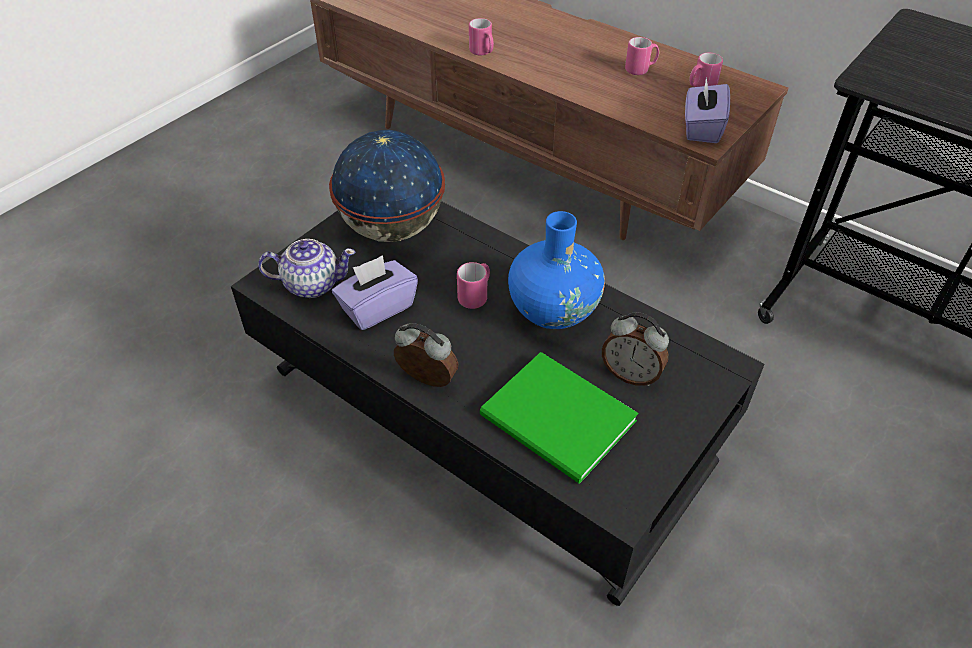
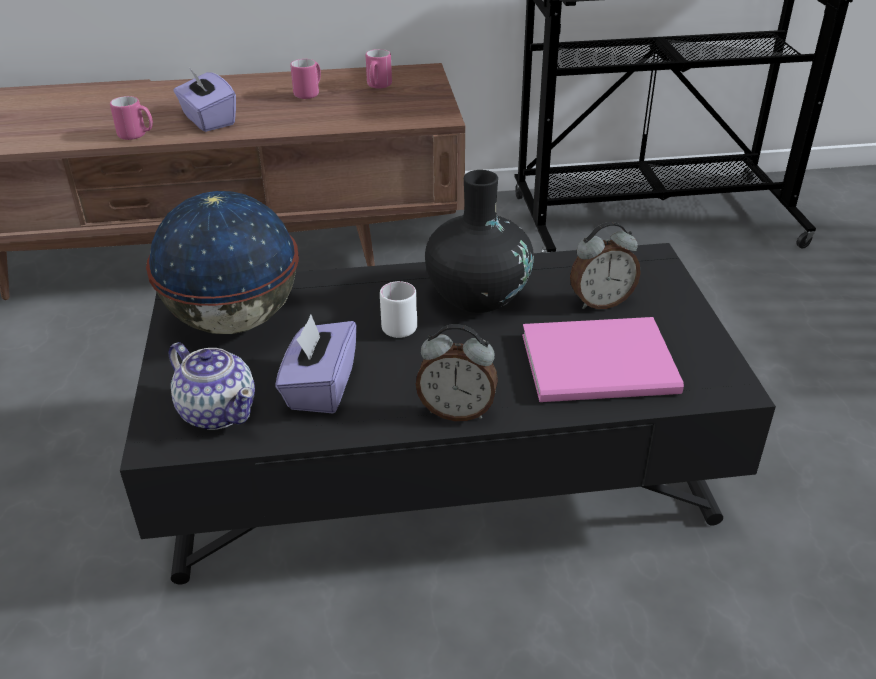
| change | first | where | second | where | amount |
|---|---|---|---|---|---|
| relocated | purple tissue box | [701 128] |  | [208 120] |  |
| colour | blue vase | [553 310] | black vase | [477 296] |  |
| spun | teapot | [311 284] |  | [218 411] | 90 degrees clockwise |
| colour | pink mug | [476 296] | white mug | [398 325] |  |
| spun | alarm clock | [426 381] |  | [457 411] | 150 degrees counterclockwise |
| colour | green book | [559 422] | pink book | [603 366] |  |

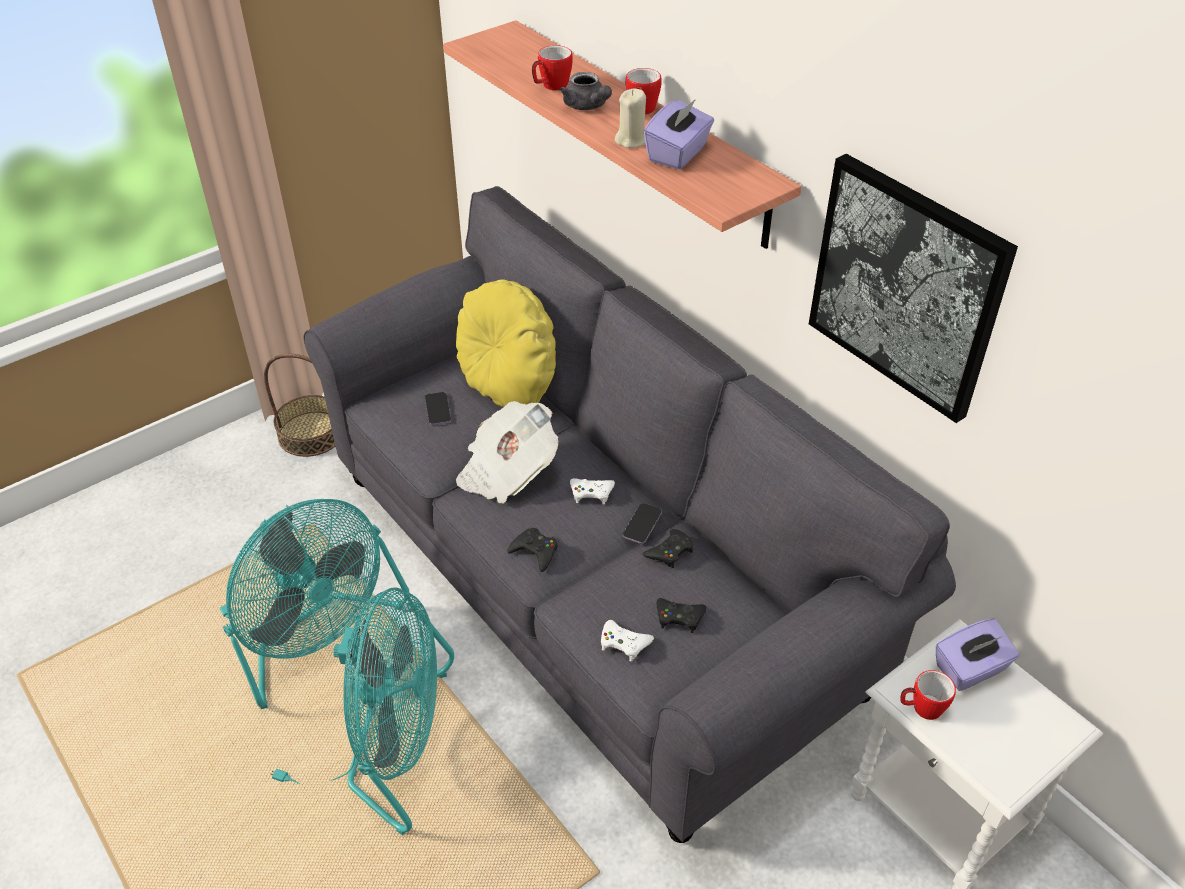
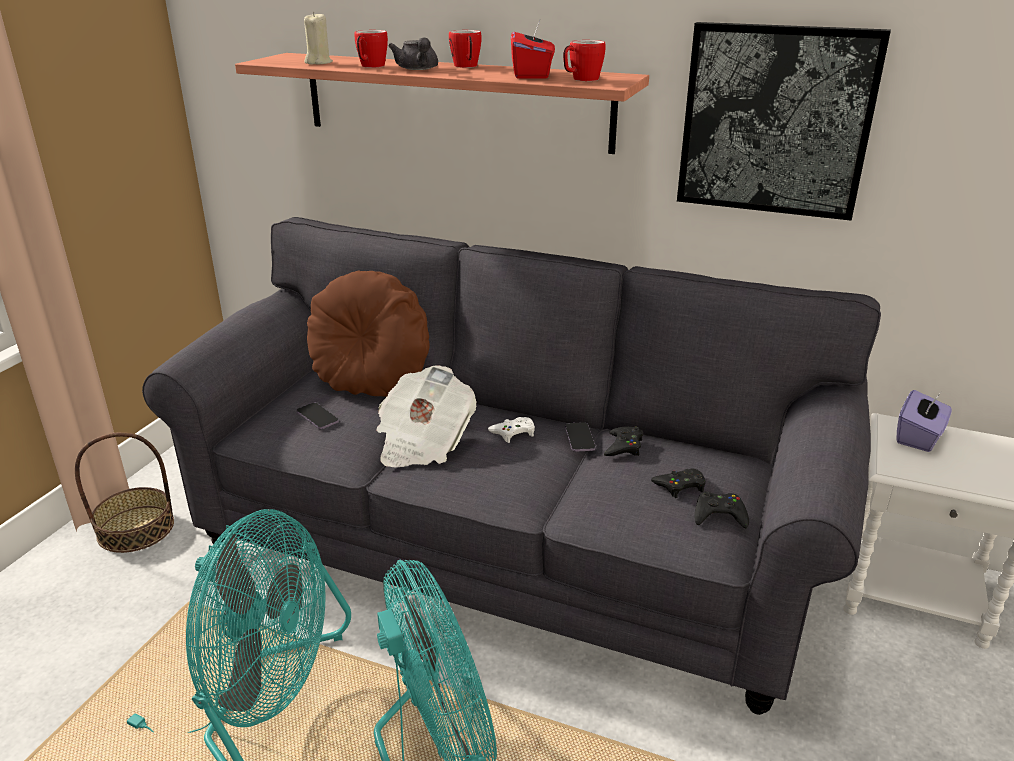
| change | first | where | second | where | amount |
|---|---|---|---|---|---|
| spun | grey teapot | [587 106] |  | [418 69] | 45 degrees clockwise |
| relocated | beige candle | [631 140] |  | [318 63] |  |
| colour | purple tissue box | [678 154] | red tissue box | [532 75] |  |
| colour | yellow pillow | [508 389] | brown pillow | [372 386] |  |
| relocated | black game controller | [535 552] |  | [719 515] |  |
| missing | white game controller | [624 643] |  |  |  |
| relocated | mug | [921 708] |  | [581 80] |  |

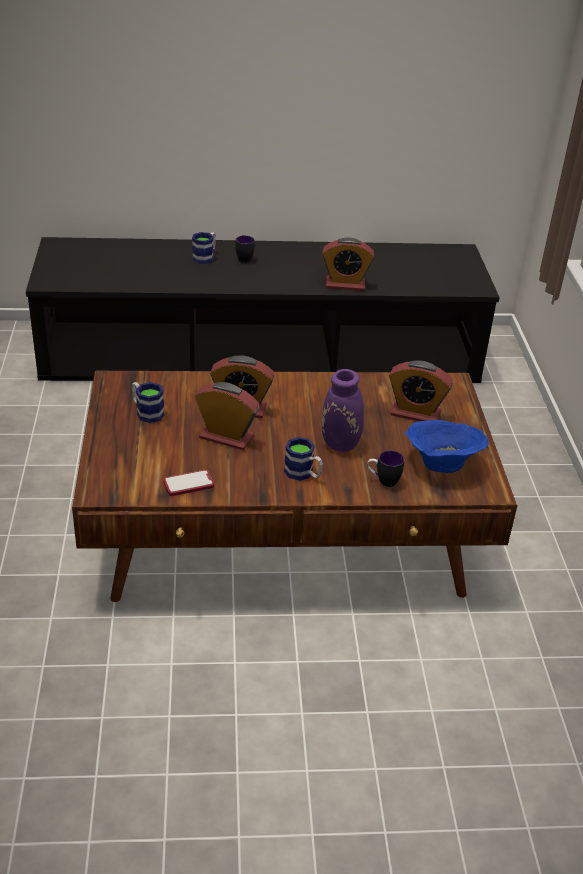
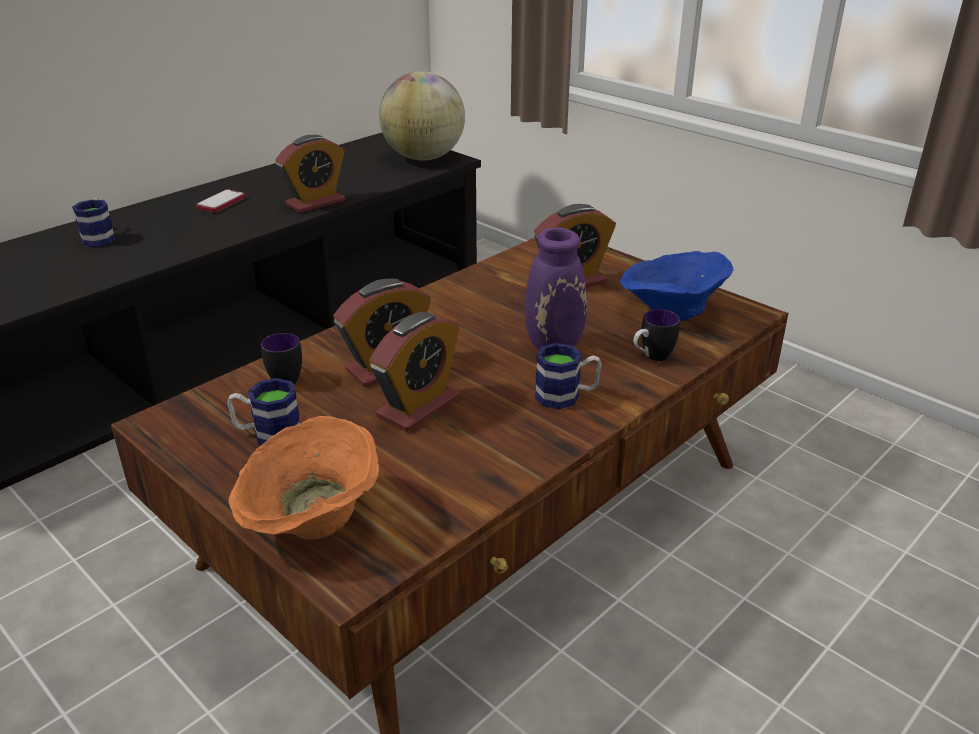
| change | first | where | second | where | amount |
|---|---|---|---|---|---|
| relocated | mug | [245 258] |  | [282 377] |  |
| spun | alarm clock | [226 437] |  | [418 407] | 150 degrees clockwise |
| relocated | phone | [188 484] |  | [221 203] |  |
| appeared |  |  | globe | [423 158] |  |
| appeared |  |  | orange bowl | [311 521] |  |

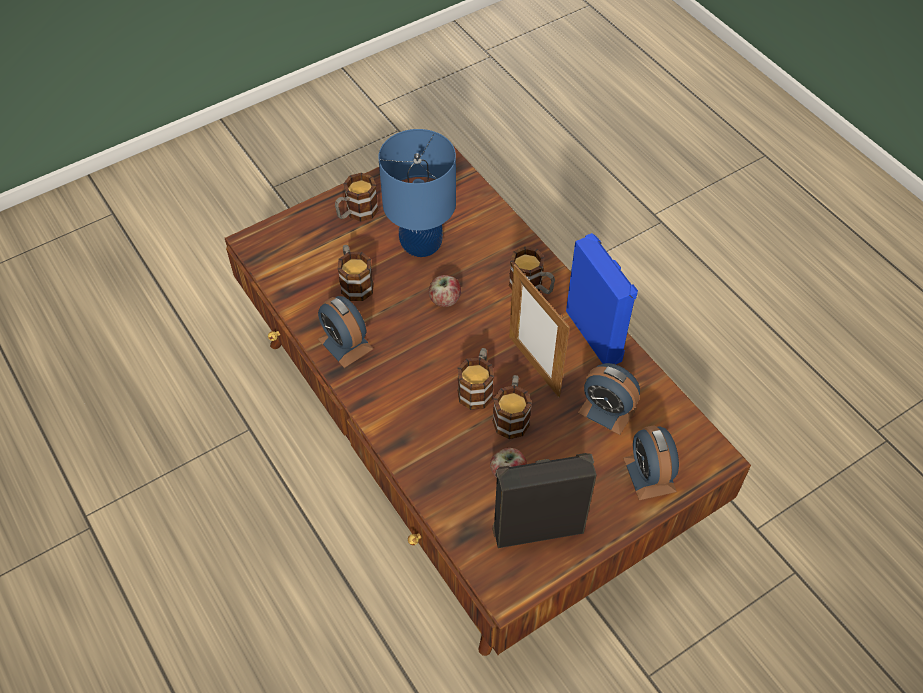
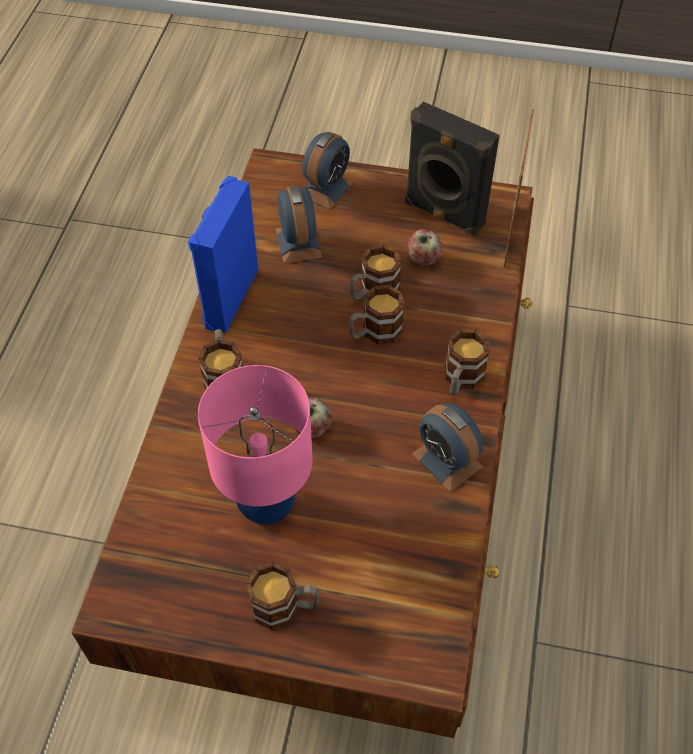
| change | first | where | second | where | amount |
|---|---|---|---|---|---|
| colour | blue table lamp | [421 247] | pink table lamp | [269 502] |  |
| relocated | mug | [355 282] |  | [461 380] |  |
| relocated | picture frame | [534 366] |  | [509 234] |  |
| spun | alarm clock | [345 344] |  | [447 460] | 135 degrees clockwise |

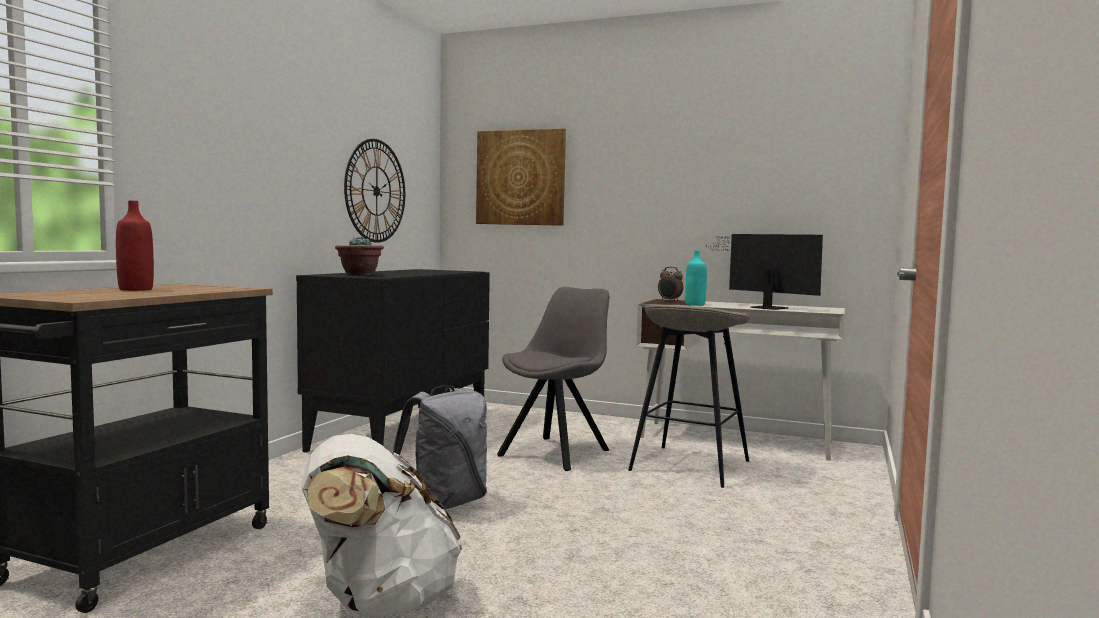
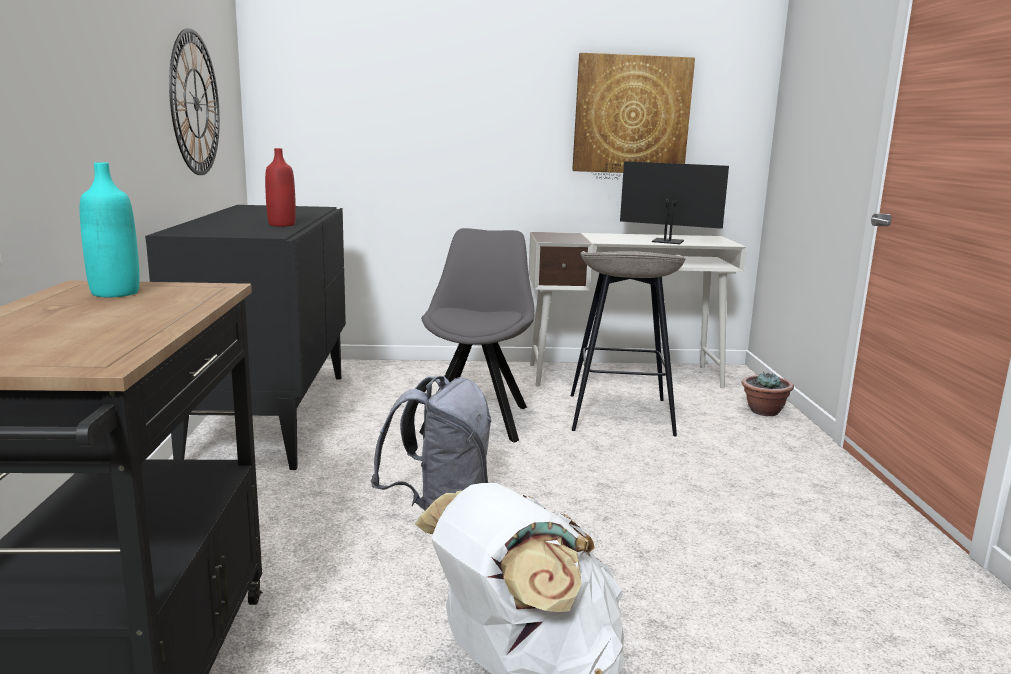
| change | first | where | second | where | amount |
|---|---|---|---|---|---|
| relocated | picture | [521 178] |  | [631 115] |  |
| relocated | red bottle | [136 289] |  | [281 225] |  |
| relocated | potted plant | [359 275] |  | [763 411] |  |
| relocated | turquoise bottle | [695 305] |  | [115 293] |  |
| missing | alarm clock | [669 300] |  |  |  |

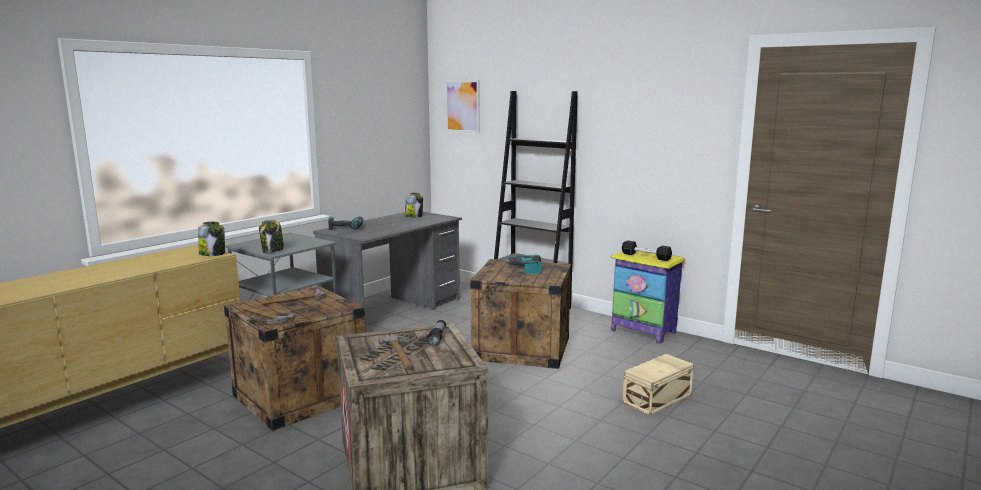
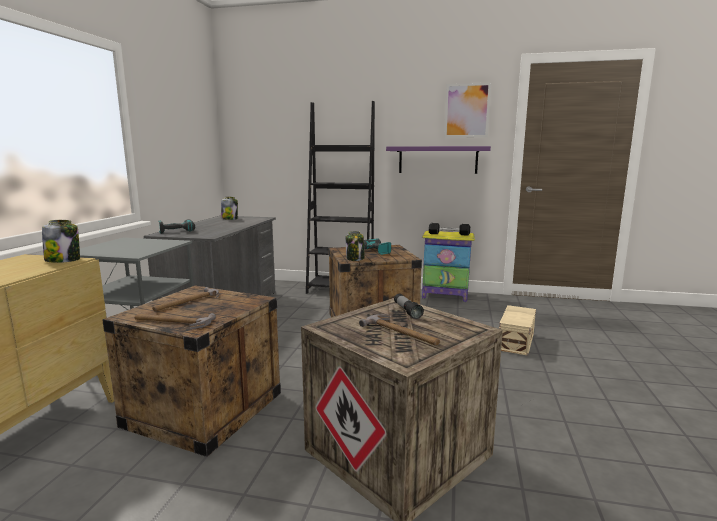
| change | first | where | second | where | amount |
|---|---|---|---|---|---|
| relocated | picture | [462 106] |  | [467 110] |  |
| relocated | jar | [273 250] |  | [355 259] |  |
| appeared |  |  | purple shelf | [438 160] |  |

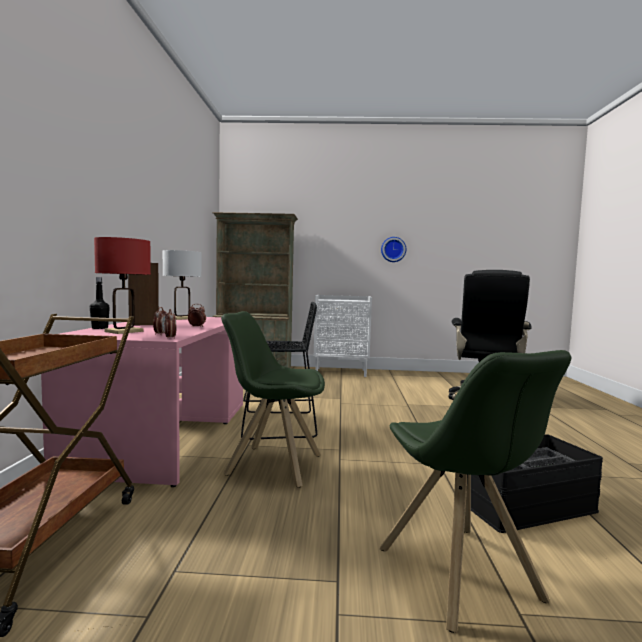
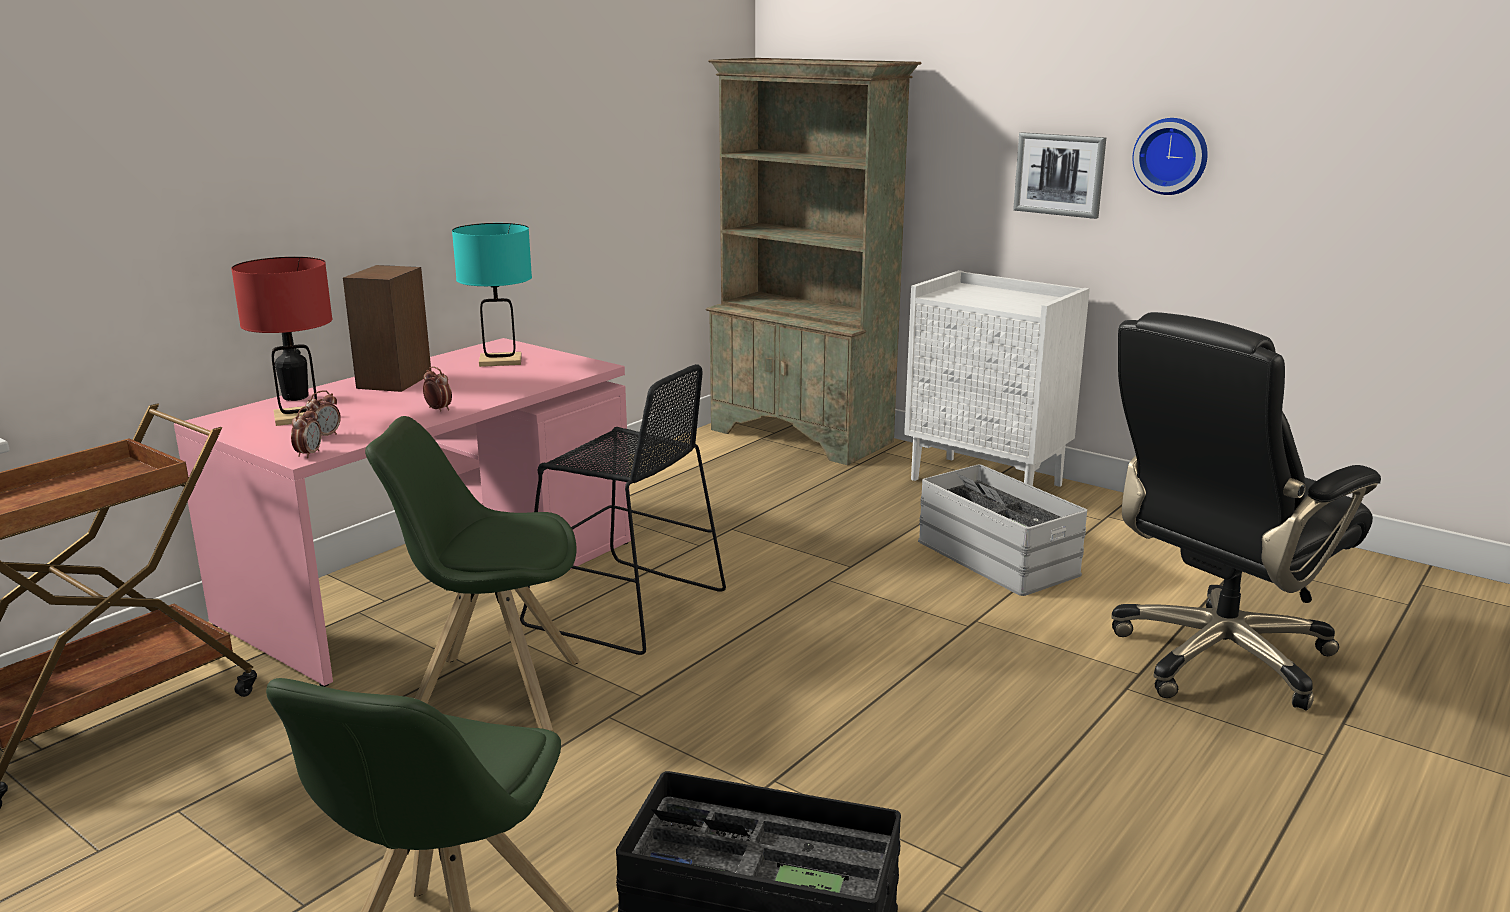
| change | first | where | second | where | amount |
|---|---|---|---|---|---|
| colour | white table lamp | [182 318] | turquoise table lamp | [500 361] |  |
| spun | green chair | [273 464] |  | [494 692] | 45 degrees counterclockwise |
| appeared |  |  | picture | [1059 174] |  |
| appeared |  |  | grey storage box | [995 557] |  |

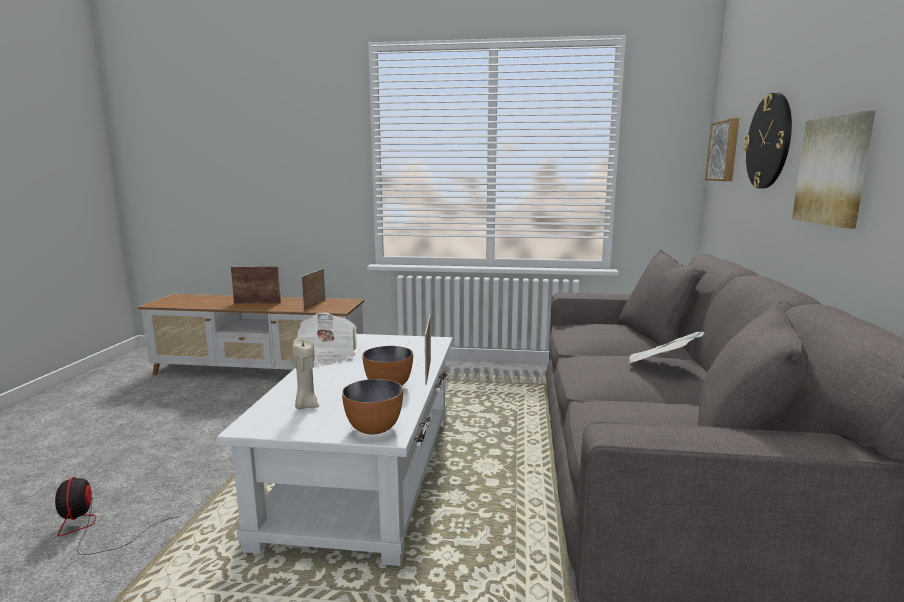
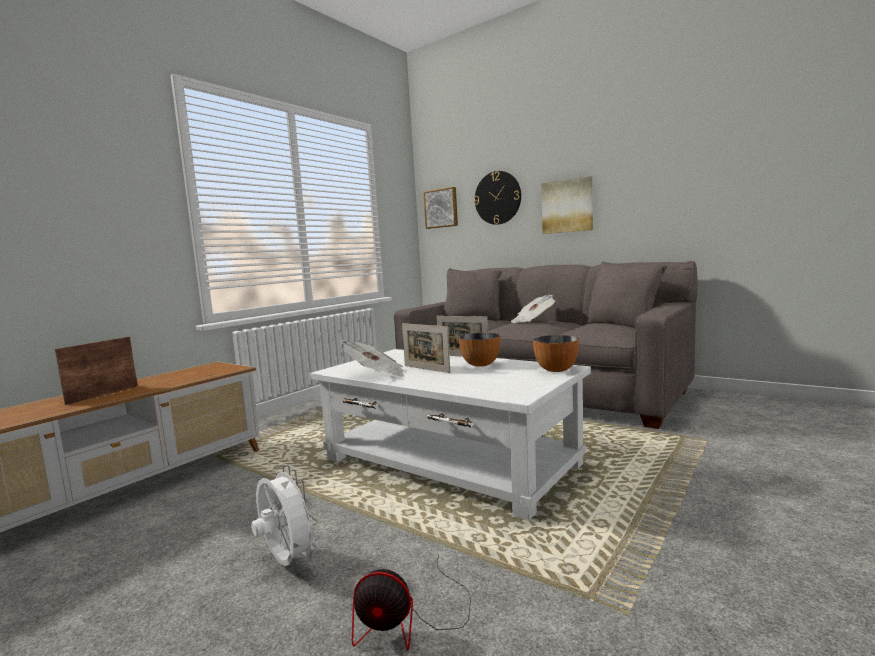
| change | first | where | second | where | amount |
|---|---|---|---|---|---|
| relocated | picture frame | [314 305] |  | [426 369] |  |
| missing | beige candle | [306 406] |  |  |  |
| appeared |  |  | white fan | [287 562] |  |

